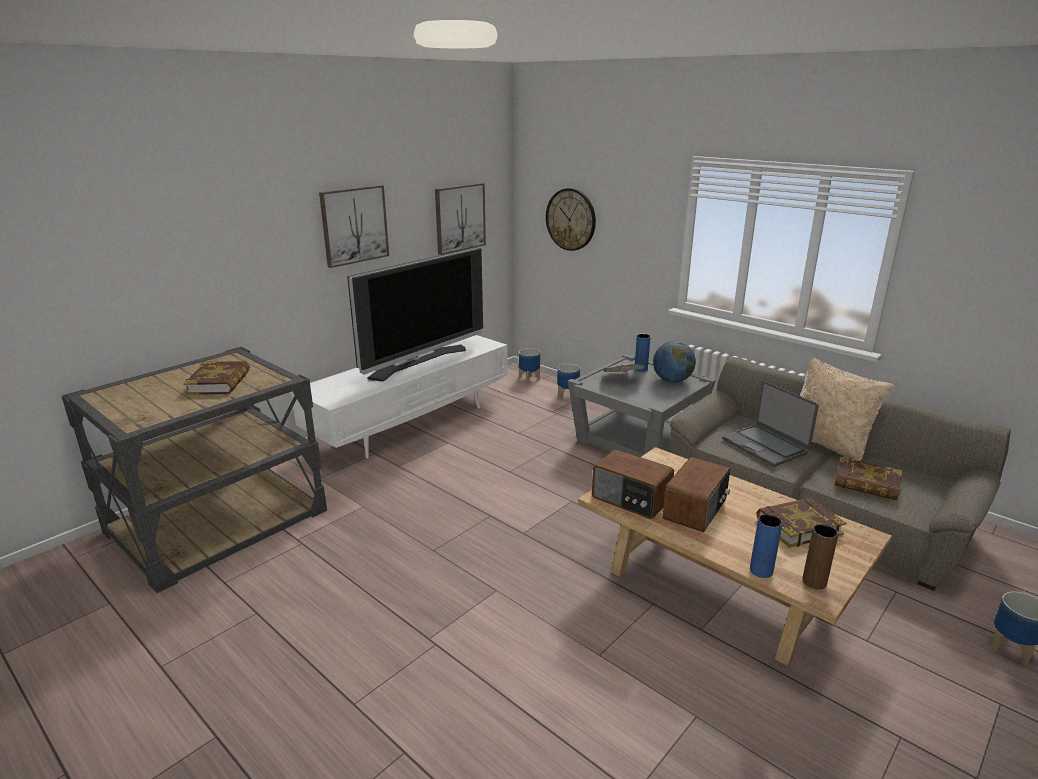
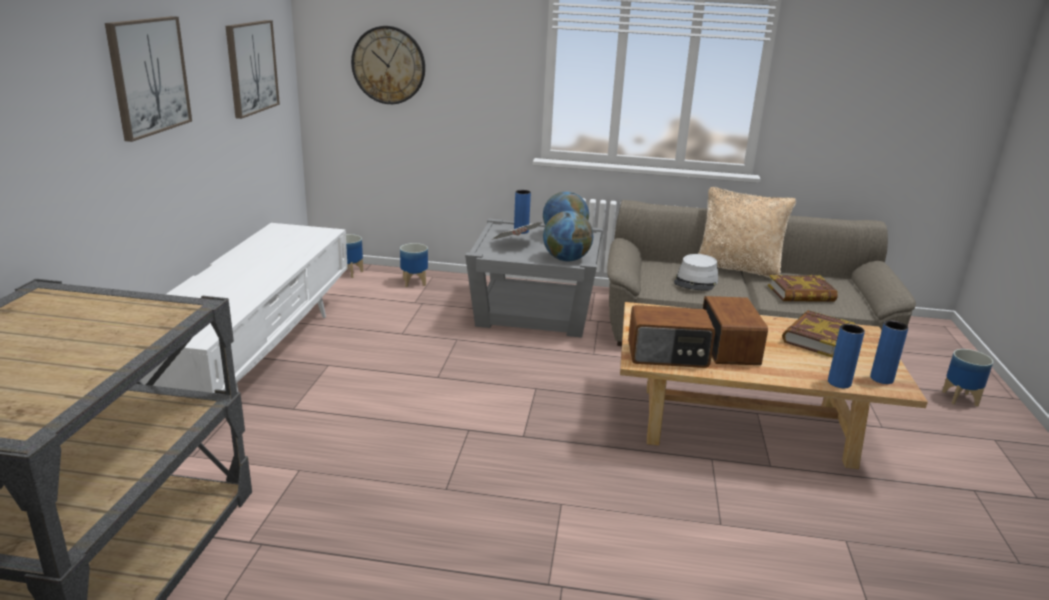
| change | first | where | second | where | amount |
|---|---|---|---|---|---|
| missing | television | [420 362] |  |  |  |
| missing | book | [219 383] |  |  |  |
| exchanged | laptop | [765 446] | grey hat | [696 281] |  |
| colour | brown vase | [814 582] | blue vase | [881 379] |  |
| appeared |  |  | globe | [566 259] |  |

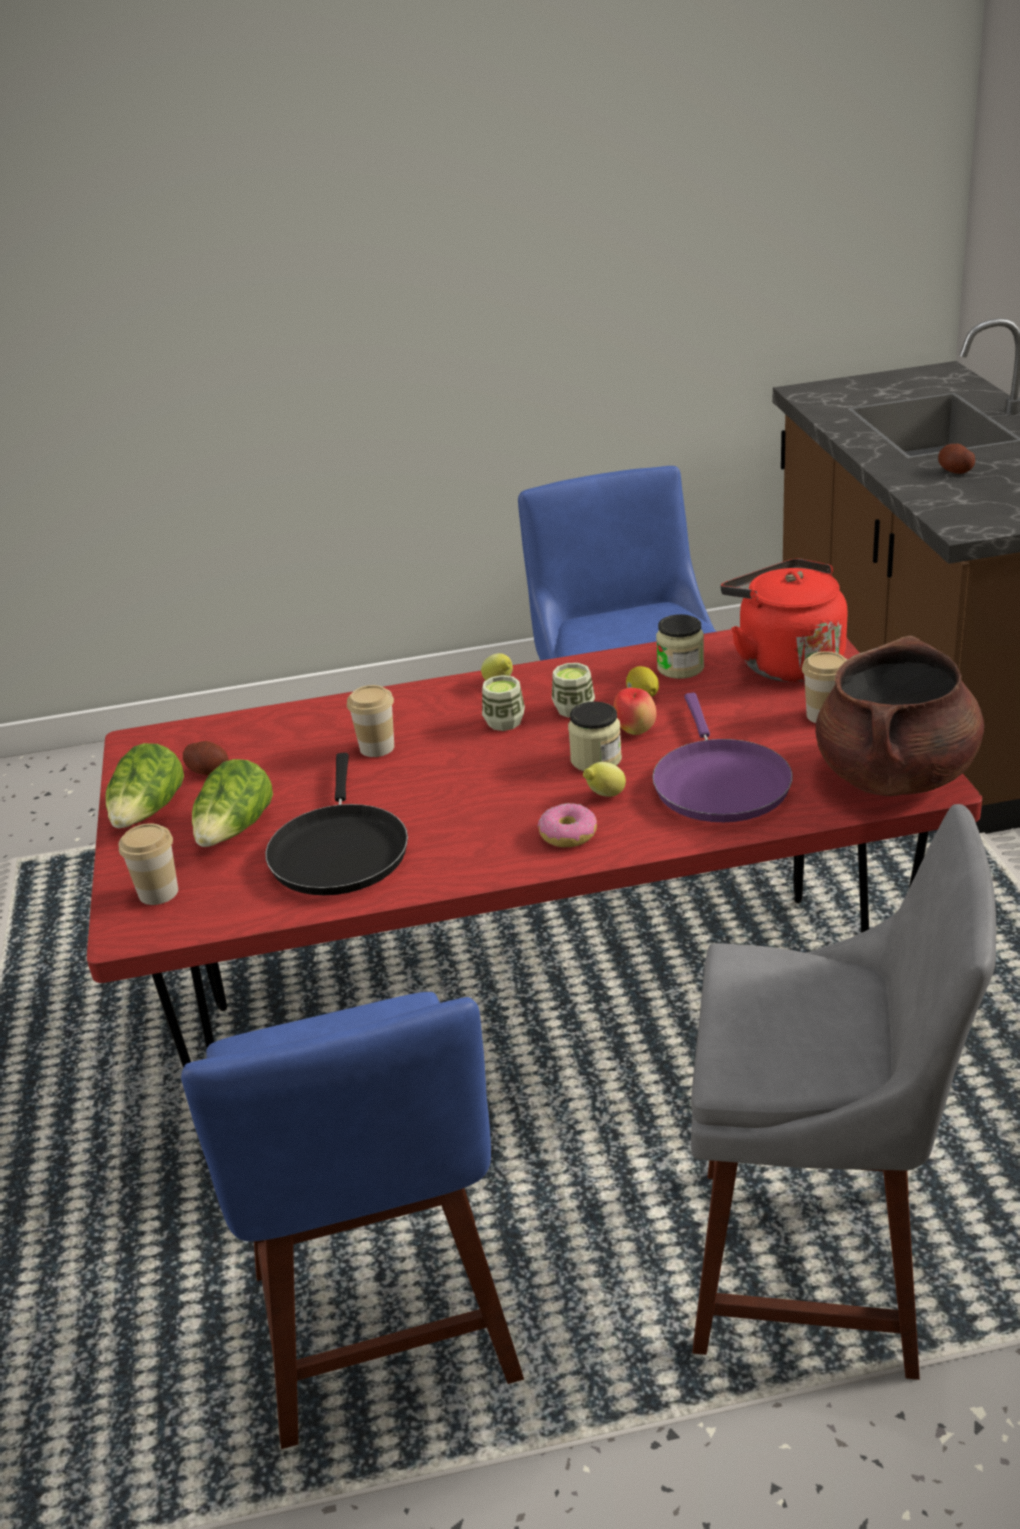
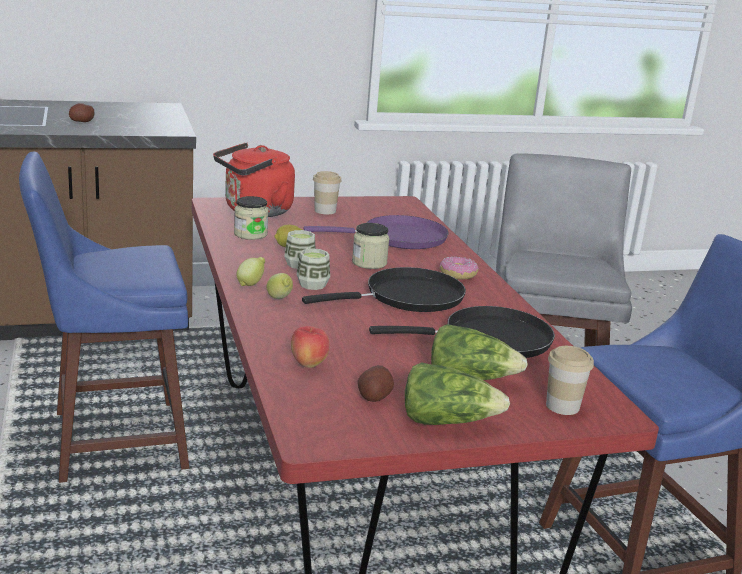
| change | first | where | second | where | amount |
|---|---|---|---|---|---|
| missing | brown cooking pot | [895 776] |  |  |  |
| missing | cup | [377 747] |  |  |  |
| relocated | apple | [635 731] |  | [308 365] |  |
| relocated | lemon | [604 795] |  | [279 299] |  |
| appeared |  |  | black frying pan | [407 297] |  |

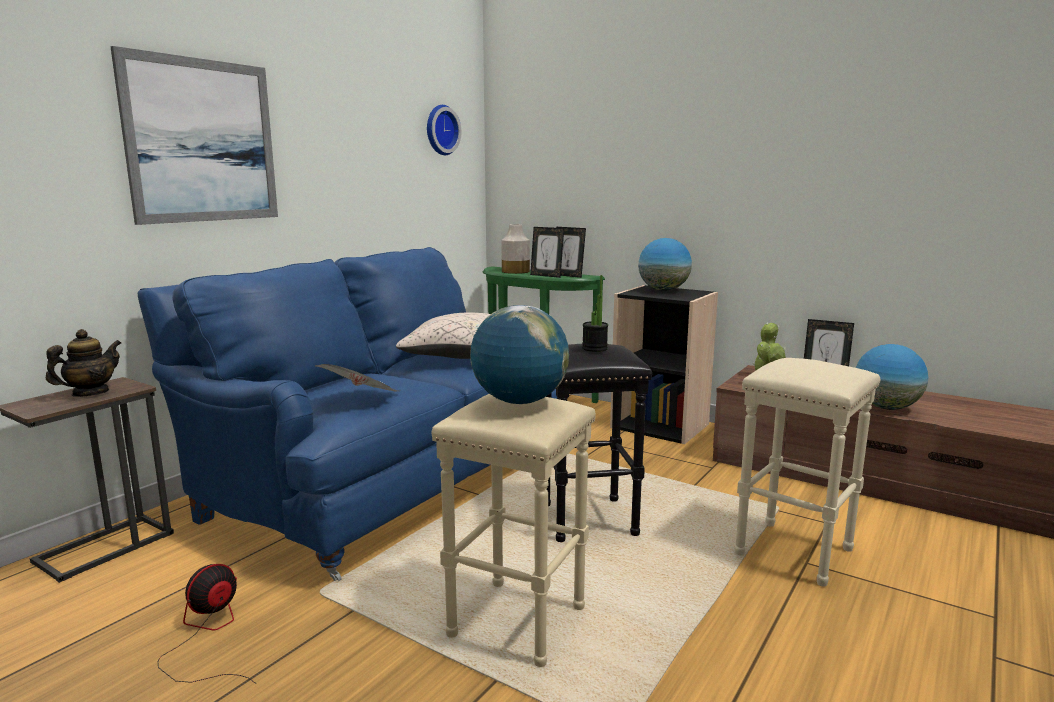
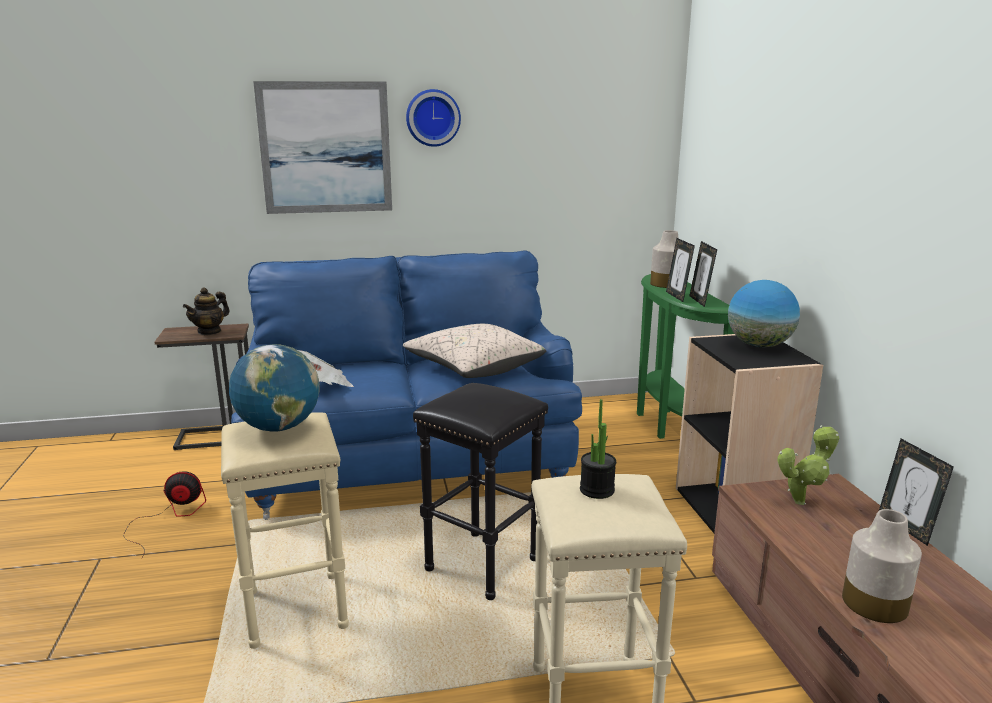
| change | first | where | second | where | amount |
|---|---|---|---|---|---|
| relocated | wall clock | [440 130] |  | [433 118] |  |
| relocated | potted plant | [594 348] |  | [597 490] |  |
| spun | teapot | [90 393] |  | [209 331] | 135 degrees clockwise |
| exchanged | globe | [886 407] | beige vase | [874 602] |  |

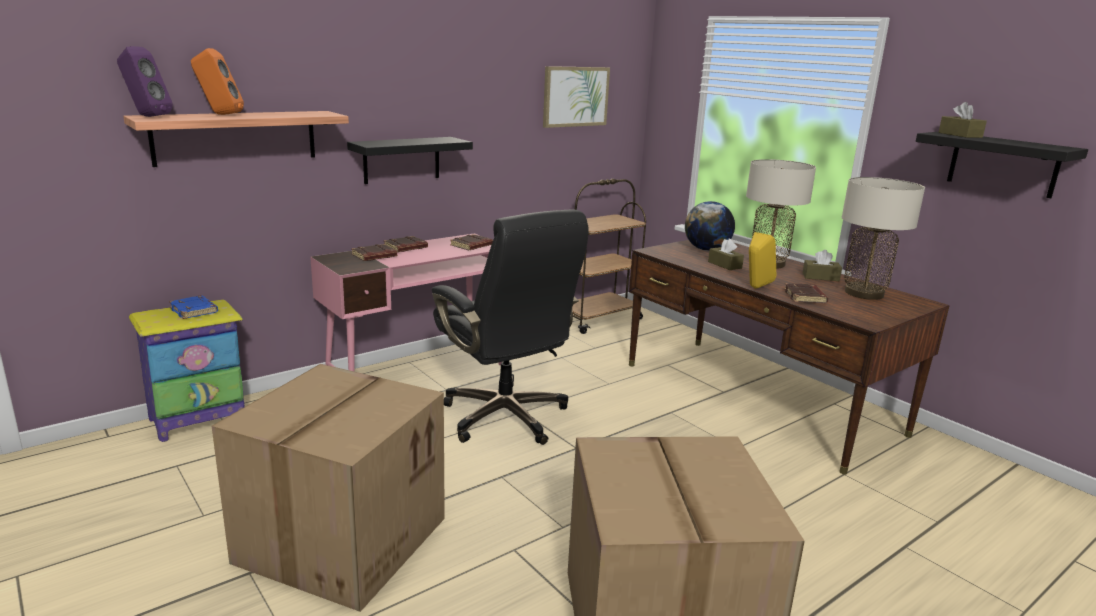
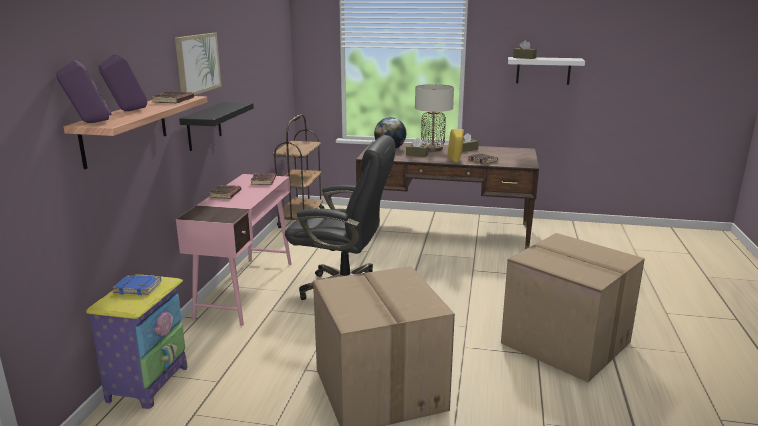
| change | first | where | second | where | amount |
|---|---|---|---|---|---|
| colour | orange speaker | [219 114] | purple speaker | [126 111] |  |
| relocated | picture | [575 96] |  | [197 63] |  |
| colour | black shelf | [1003 164] | white shelf | [543 70] |  |
| missing | table lamp | [863 293] |  |  |  |
| relocated | brown book | [374 256] |  | [174 101] |  |

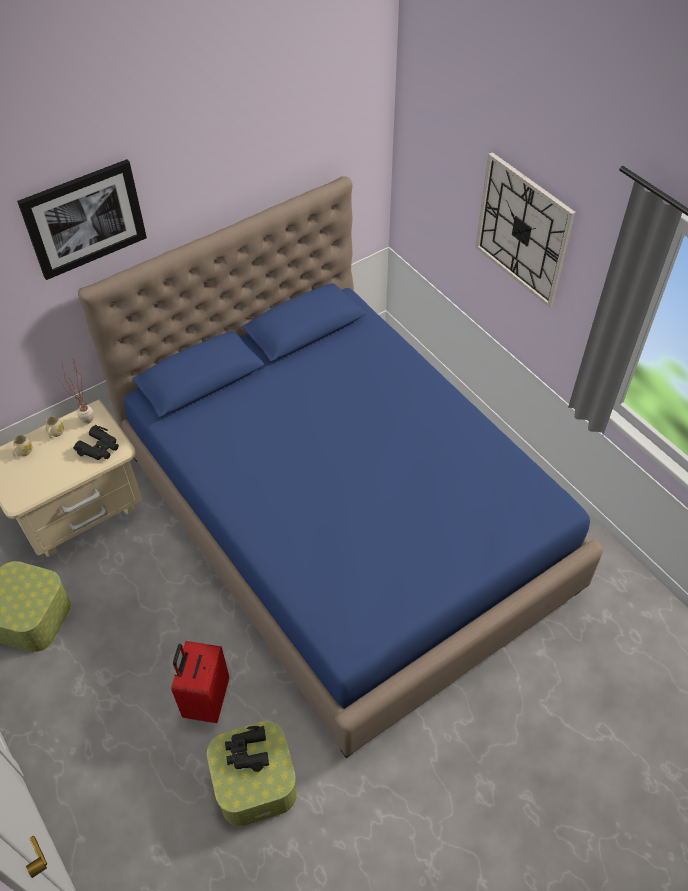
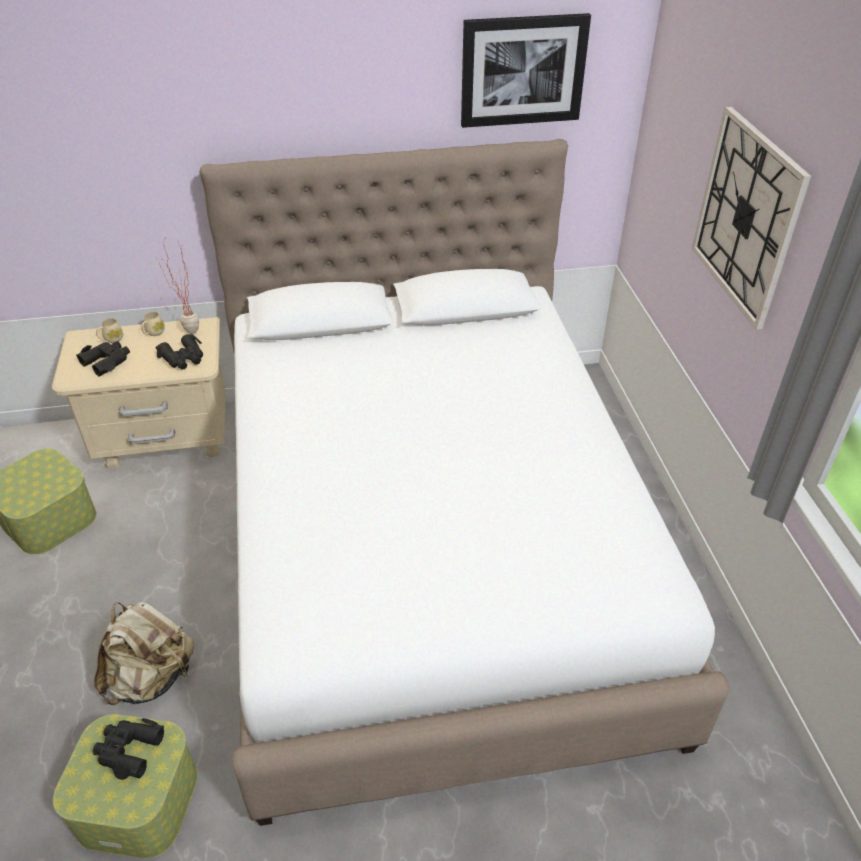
| change | first | where | second | where | amount |
|---|---|---|---|---|---|
| relocated | picture | [84 219] |  | [523 70] |  |
| colour | blue bed | [344 519] | white bed | [430 545] |  |
| exchanged | red suitcase | [206 700] | beige backpack | [152 678] |  |
| appeared |  |  | black binoculars | [107 361] |  |

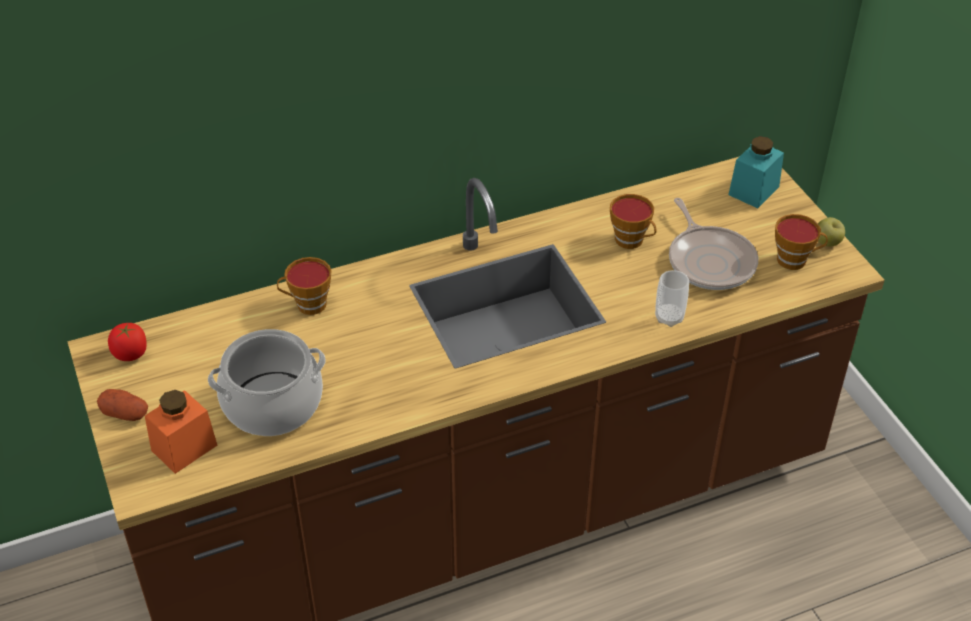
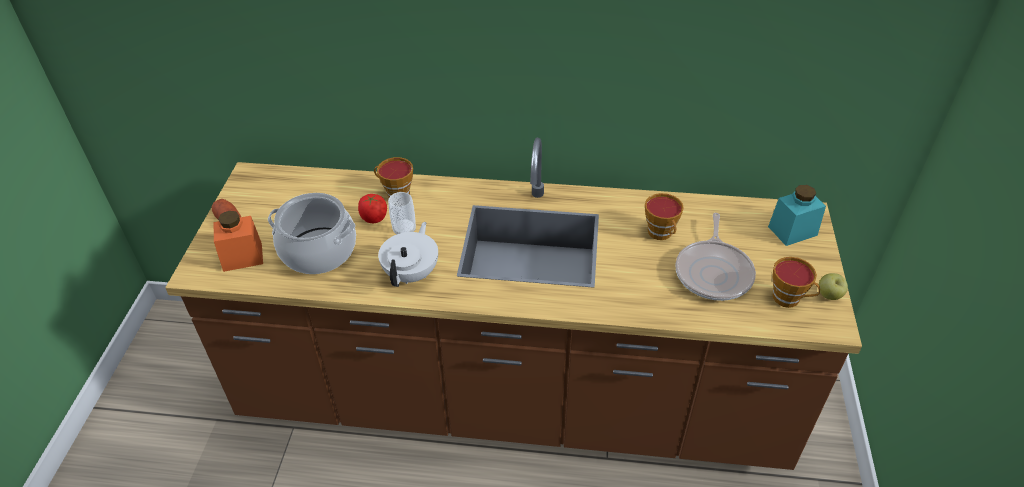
| change | first | where | second | where | amount |
|---|---|---|---|---|---|
| relocated | cup | [669 317] |  | [404 230] |  |
| relocated | tomato | [130 354] |  | [374 219] |  |
| appeared |  |  | white teapot | [412 273] |  |

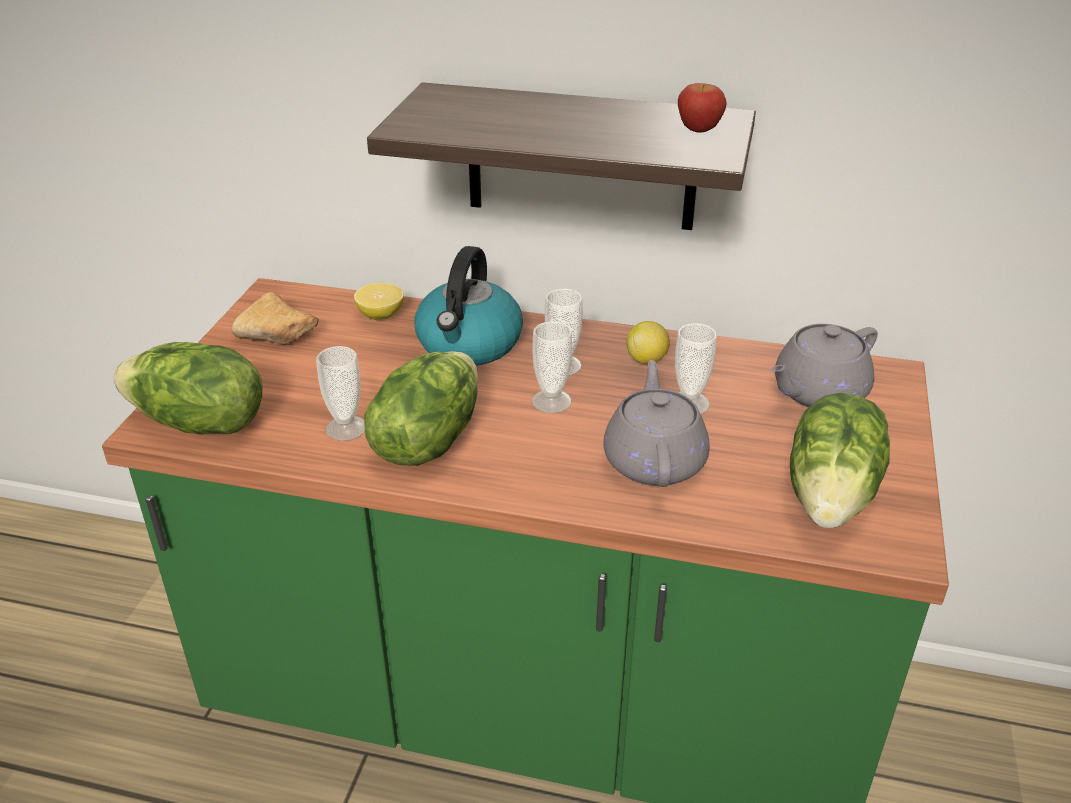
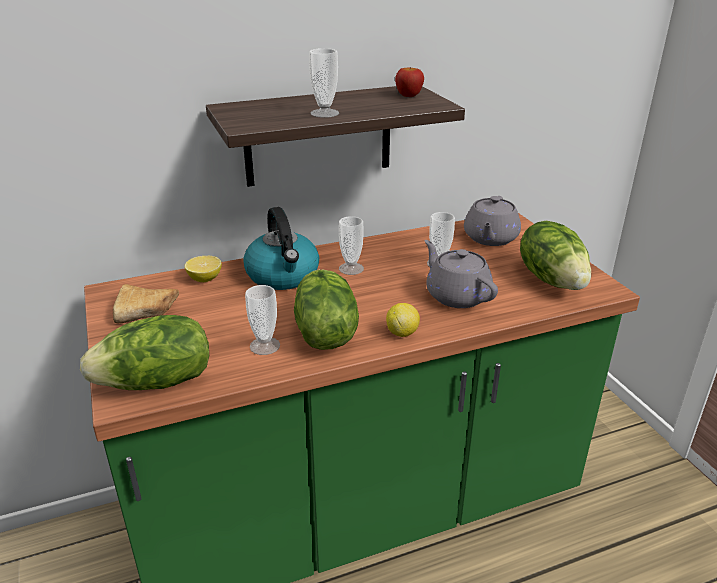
| change | first | where | second | where | amount |
|---|---|---|---|---|---|
| relocated | cup | [551 401] |  | [324 113] |  |
| relocated | lemon | [647 359] |  | [402 333] |  |

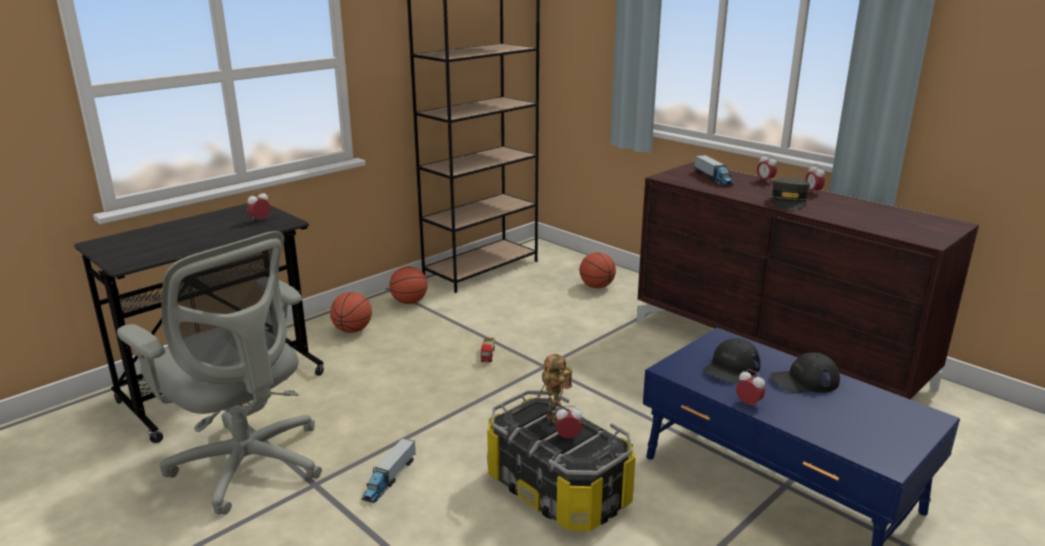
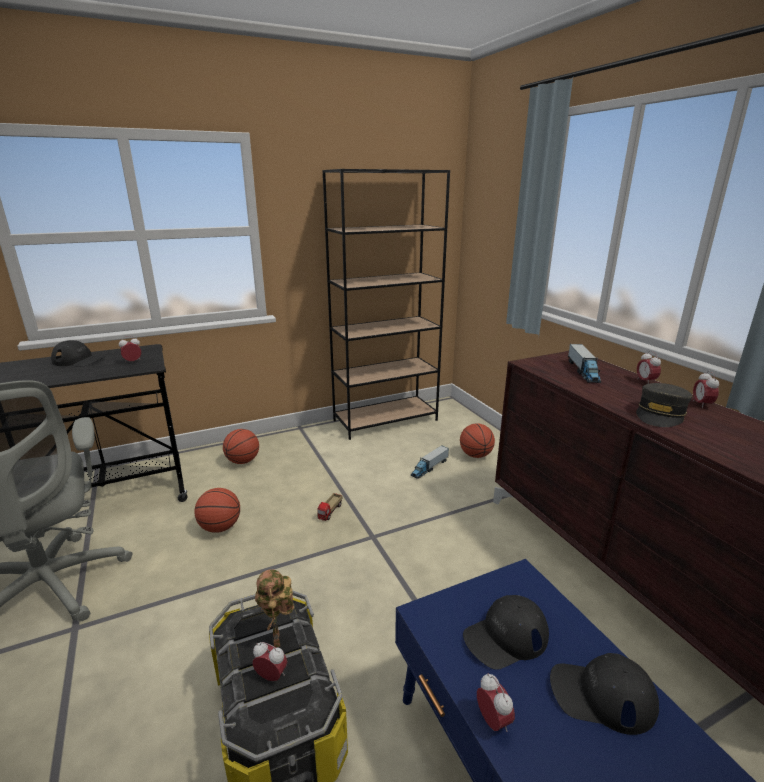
| change | first | where | second | where | amount |
|---|---|---|---|---|---|
| relocated | basketball | [409 302] |  | [220 527] |  |
| relocated | toy truck | [389 478] |  | [429 468] |  |
| appeared |  |  | black cap | [79 360] |  |

